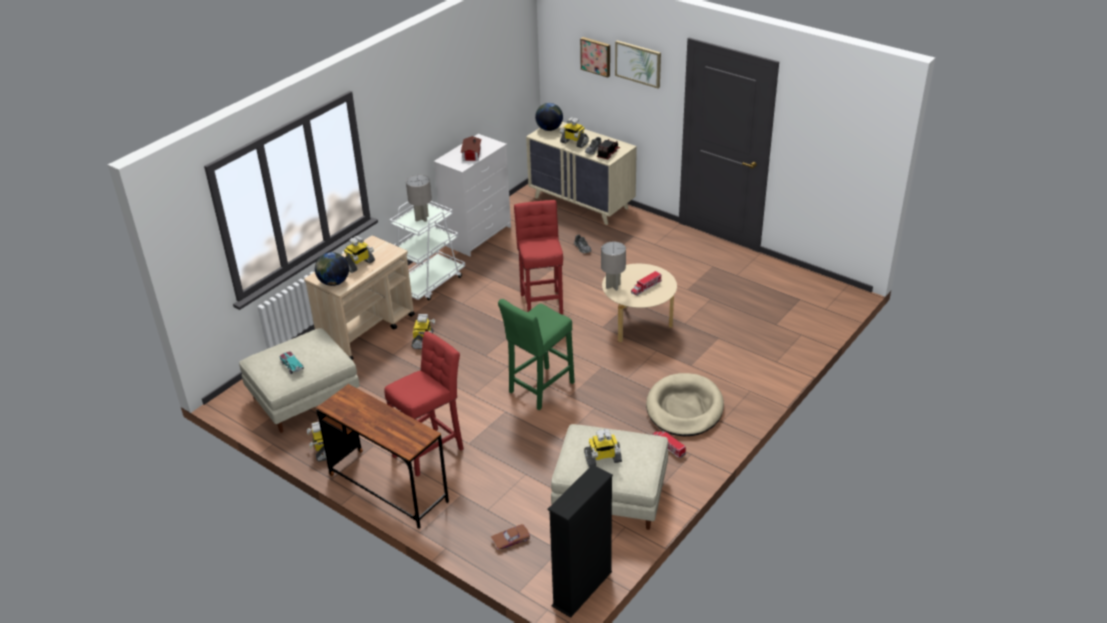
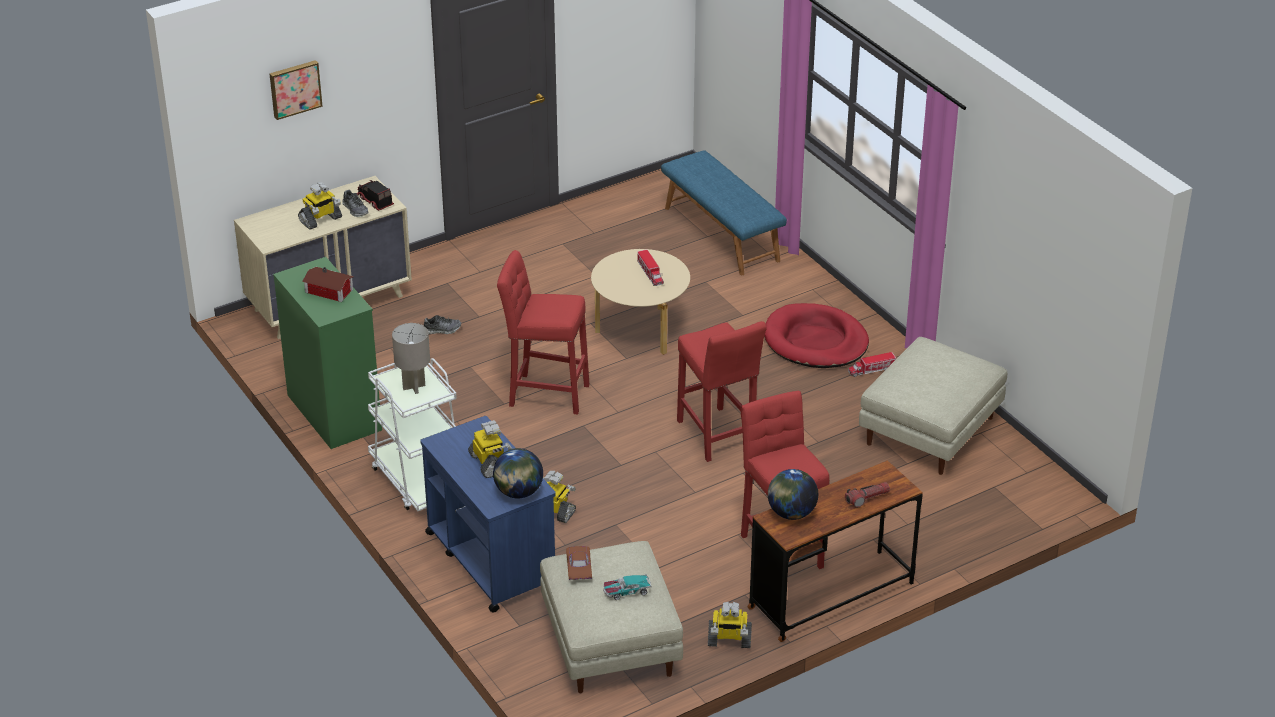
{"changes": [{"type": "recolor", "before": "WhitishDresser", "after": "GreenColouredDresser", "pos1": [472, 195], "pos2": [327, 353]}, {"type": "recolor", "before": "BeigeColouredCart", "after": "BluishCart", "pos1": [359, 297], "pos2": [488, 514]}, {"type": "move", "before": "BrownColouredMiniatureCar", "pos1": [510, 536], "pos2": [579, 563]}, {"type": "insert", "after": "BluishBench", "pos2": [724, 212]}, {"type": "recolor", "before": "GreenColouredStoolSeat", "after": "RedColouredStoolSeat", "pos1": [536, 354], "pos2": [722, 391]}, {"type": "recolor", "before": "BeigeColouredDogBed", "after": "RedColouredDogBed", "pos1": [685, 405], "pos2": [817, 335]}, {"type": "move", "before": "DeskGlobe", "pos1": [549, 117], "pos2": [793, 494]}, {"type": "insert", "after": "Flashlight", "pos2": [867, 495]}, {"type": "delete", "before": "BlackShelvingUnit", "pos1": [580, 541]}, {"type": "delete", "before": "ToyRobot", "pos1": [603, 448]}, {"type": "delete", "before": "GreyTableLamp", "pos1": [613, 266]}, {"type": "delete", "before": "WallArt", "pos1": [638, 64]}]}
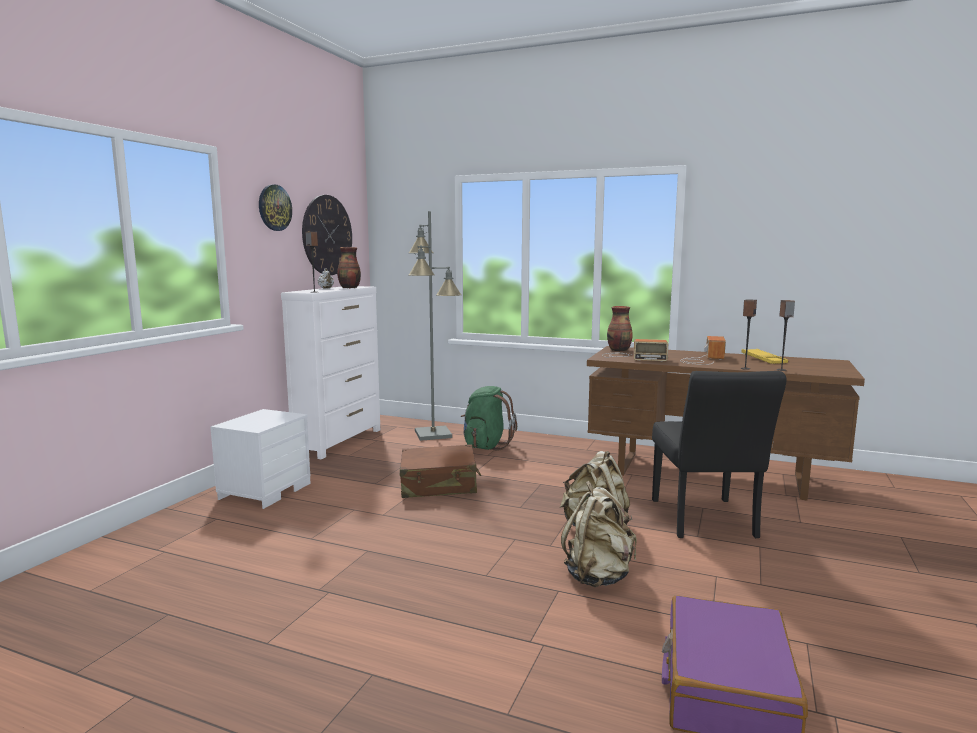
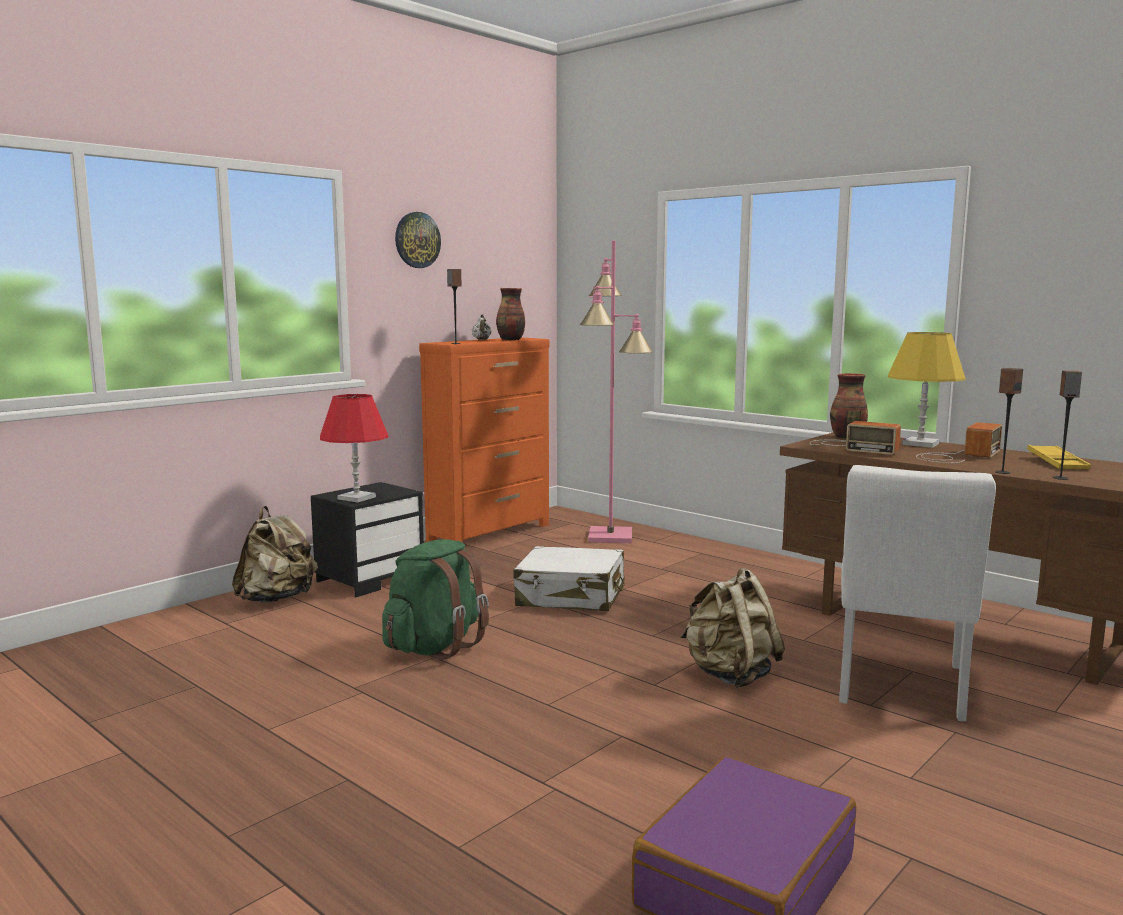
{"changes": [{"type": "move", "before": "BeigeColouredKnapsack", "pos1": [599, 534], "pos2": [275, 554]}, {"type": "recolor", "before": "WhitishNightstand", "after": "BlackNightstand", "pos1": [260, 459], "pos2": [367, 539]}, {"type": "insert", "after": "RedColouredTableLamp", "pos2": [354, 448]}, {"type": "move", "before": "GreenColouredKnapsack", "pos1": [489, 418], "pos2": [435, 599]}, {"type": "recolor", "before": "WhitishDresser", "after": "OrangeyDresser", "pos1": [330, 372], "pos2": [484, 440]}, {"type": "recolor", "before": "BrownColouredPieceOfLuggage", "after": "WhitishPieceOfLuggage", "pos1": [440, 471], "pos2": [569, 578]}, {"type": "recolor", "before": "GreyStandardLamp", "after": "PinkColouredStandardLamp", "pos1": [435, 326], "pos2": [616, 391]}, {"type": "recolor", "before": "BlackPlainChair", "after": "WhitishPlainChair", "pos1": [719, 454], "pos2": [917, 593]}, {"type": "insert", "after": "YellowTableLamp", "pos2": [926, 390]}, {"type": "delete", "before": "HangingClock", "pos1": [327, 235]}]}
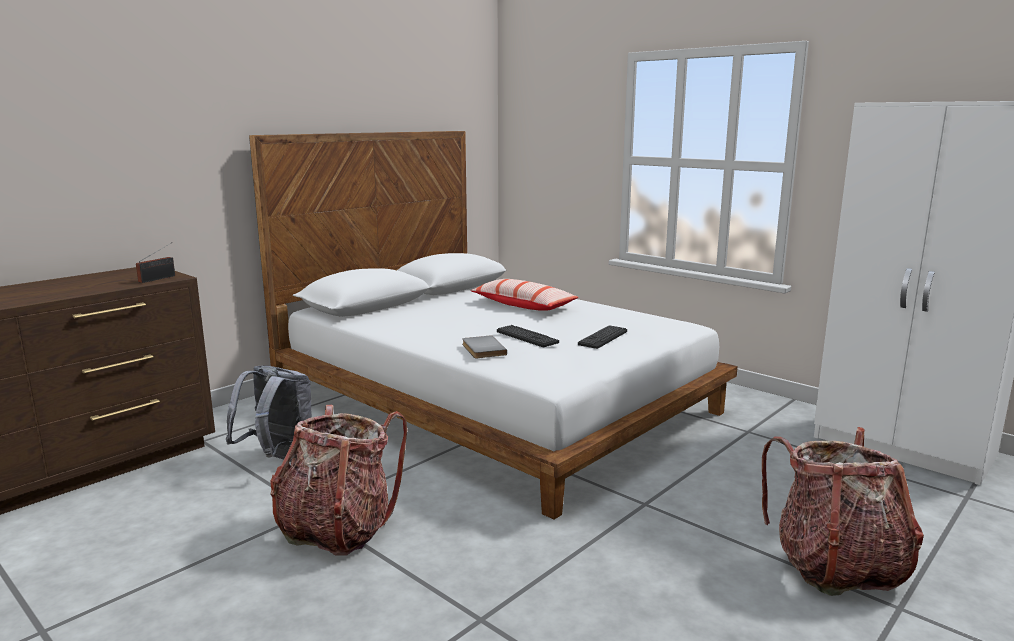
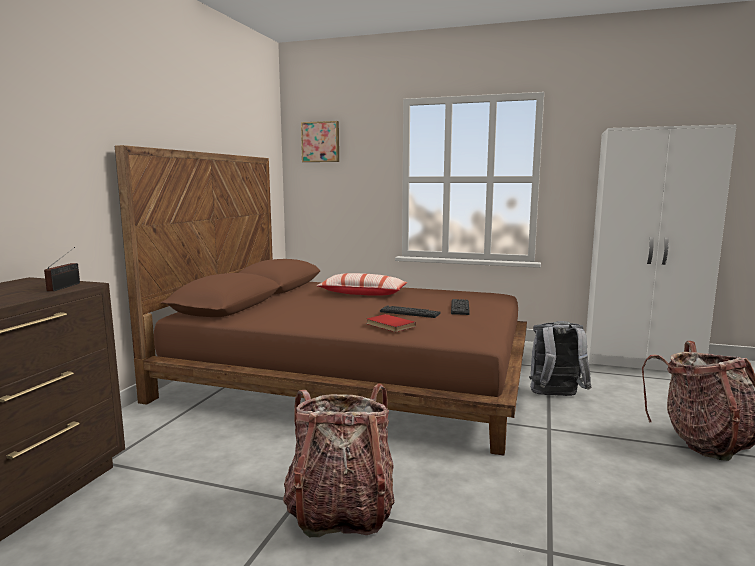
{"changes": [{"type": "recolor", "before": "WhitishBed", "after": "BrownColouredBed", "pos1": [493, 325], "pos2": [321, 300]}, {"type": "insert", "after": "WallArt", "pos2": [320, 141]}, {"type": "recolor", "before": "GreyBook", "after": "RedColouredBook", "pos1": [484, 346], "pos2": [391, 323]}, {"type": "move", "before": "GreyKnapsack", "pos1": [269, 414], "pos2": [560, 358]}]}
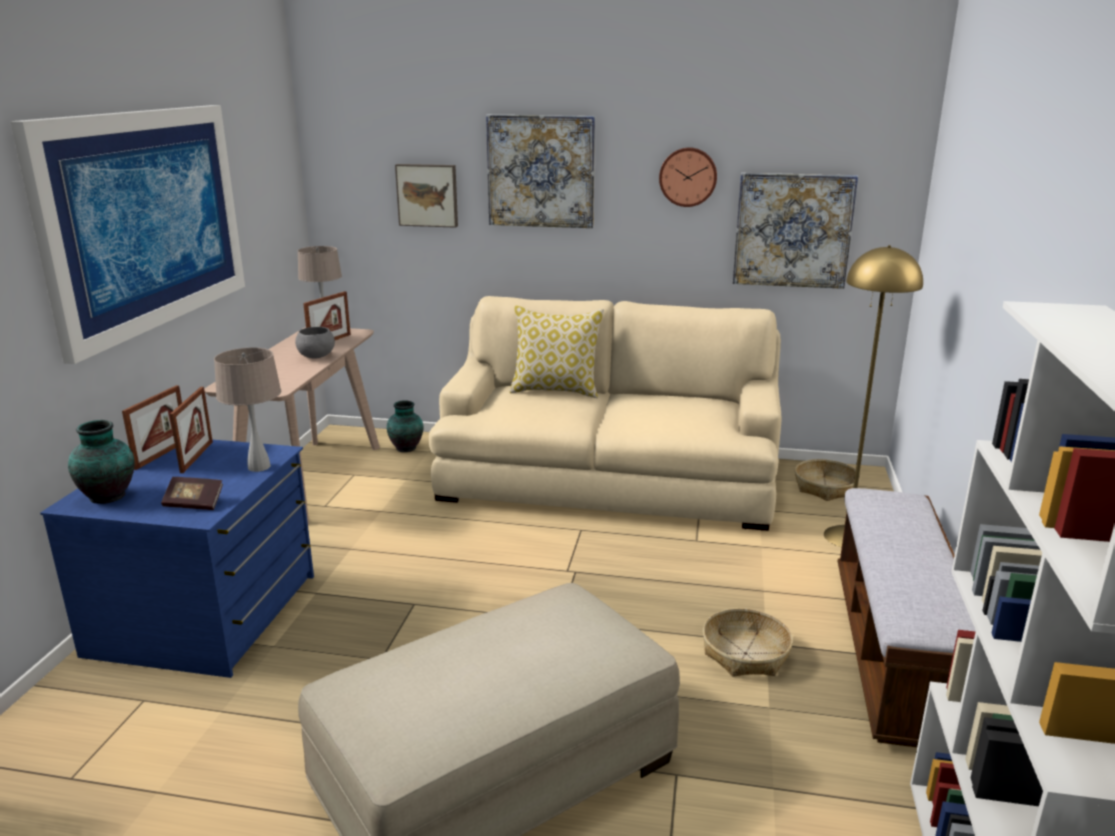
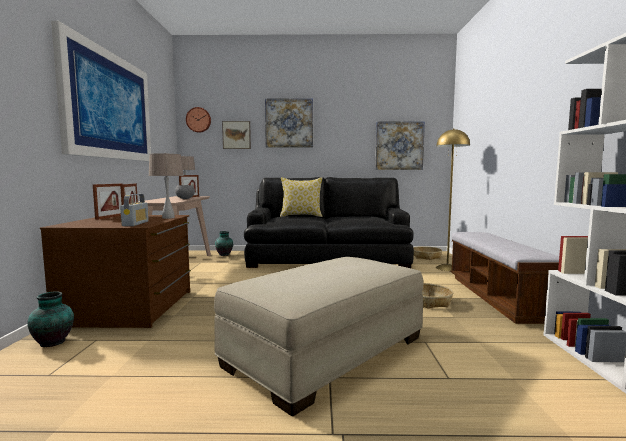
{"changes": [{"type": "move", "before": "Vase", "pos1": [101, 462], "pos2": [50, 319]}, {"type": "recolor", "before": "BluishDresser", "after": "BrownColouredDresser", "pos1": [177, 559], "pos2": [115, 271]}, {"type": "replace", "before": "Book", "after": "Radio", "pos1": [192, 493], "pos2": [134, 210]}, {"type": "move", "before": "HangingClock", "pos1": [688, 177], "pos2": [198, 120]}, {"type": "recolor", "before": "BeigeColouredSofa", "after": "BlackSofa", "pos1": [605, 413], "pos2": [329, 222]}]}
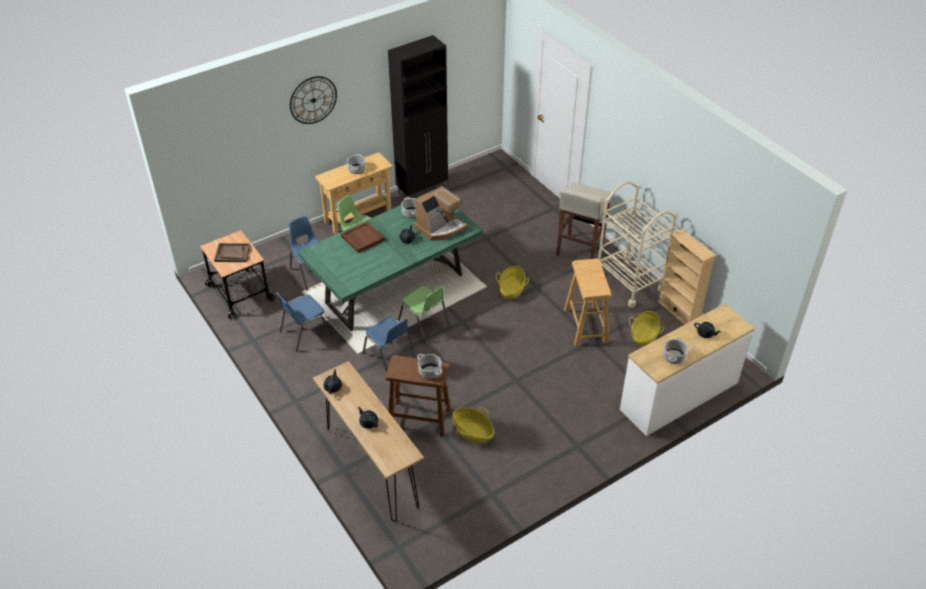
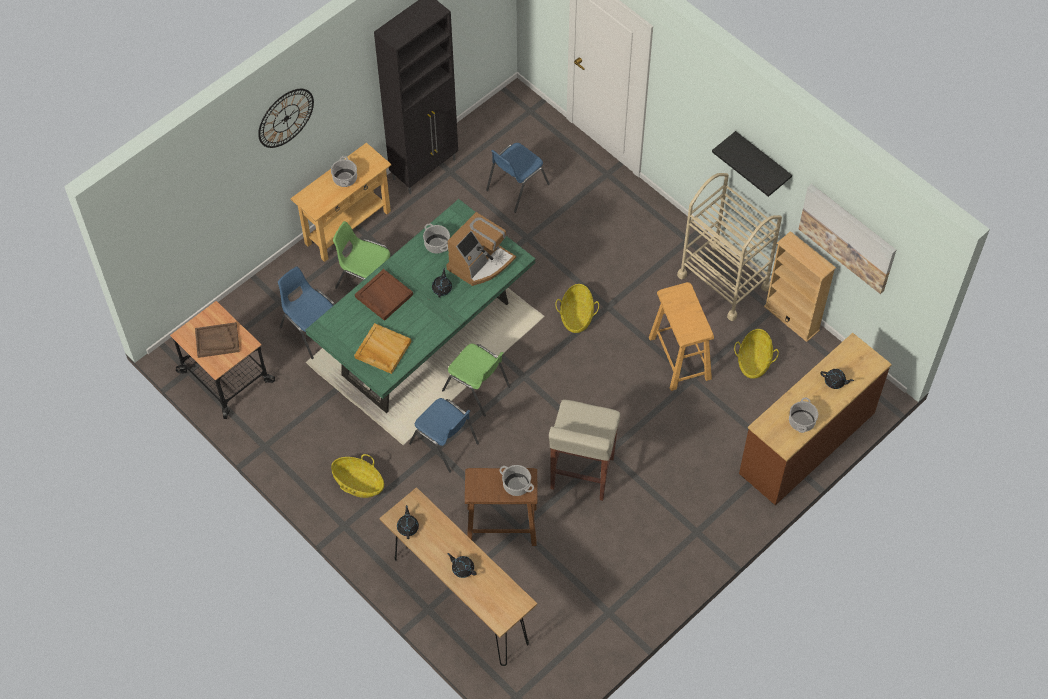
{"changes": [{"type": "move", "before": "Basket", "pos1": [473, 425], "pos2": [357, 476]}, {"type": "insert", "after": "BeigeColouredTray", "pos2": [383, 348]}, {"type": "move", "before": "BluishPlainChair", "pos1": [304, 322], "pos2": [518, 178]}, {"type": "move", "before": "BeigeColouredStoolSeat", "pos1": [584, 221], "pos2": [584, 450]}, {"type": "insert", "after": "BlackBracketShelf", "pos2": [752, 164]}, {"type": "recolor", "before": "WhitishDresser", "after": "BrownColouredDresser", "pos1": [687, 369], "pos2": [815, 419]}, {"type": "insert", "after": "WallArt", "pos2": [847, 239]}]}
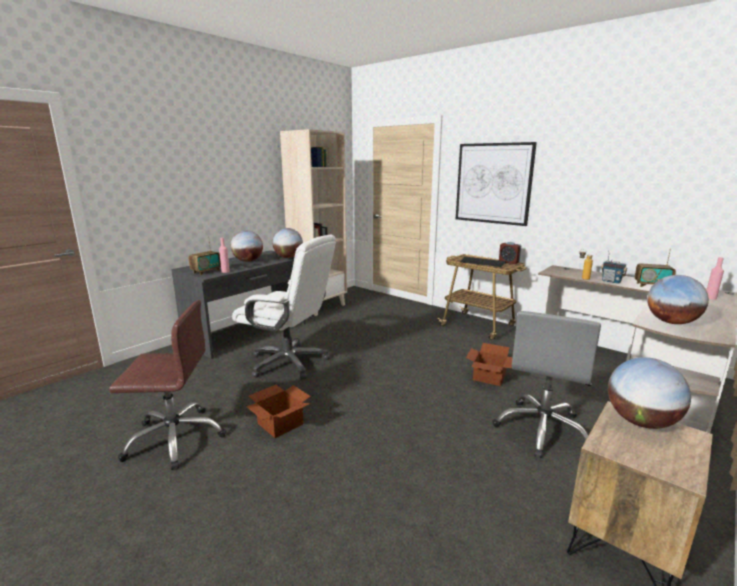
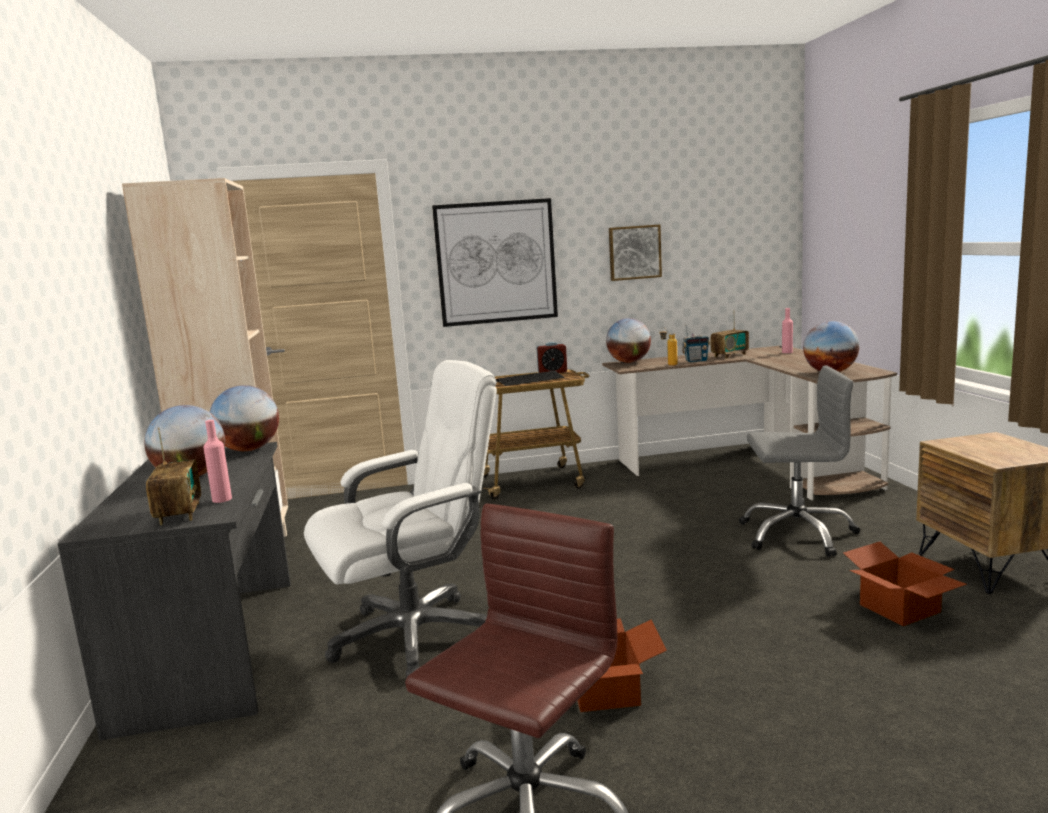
{"changes": [{"type": "move", "before": "DeskGlobe", "pos1": [649, 393], "pos2": [628, 340]}, {"type": "insert", "after": "WallArt", "pos2": [635, 253]}, {"type": "rotate", "before": "GreyDeskChair", "pos1": [547, 384], "pos2": [799, 461], "turn": -60}, {"type": "move", "before": "CardboardBox", "pos1": [489, 364], "pos2": [905, 584]}]}
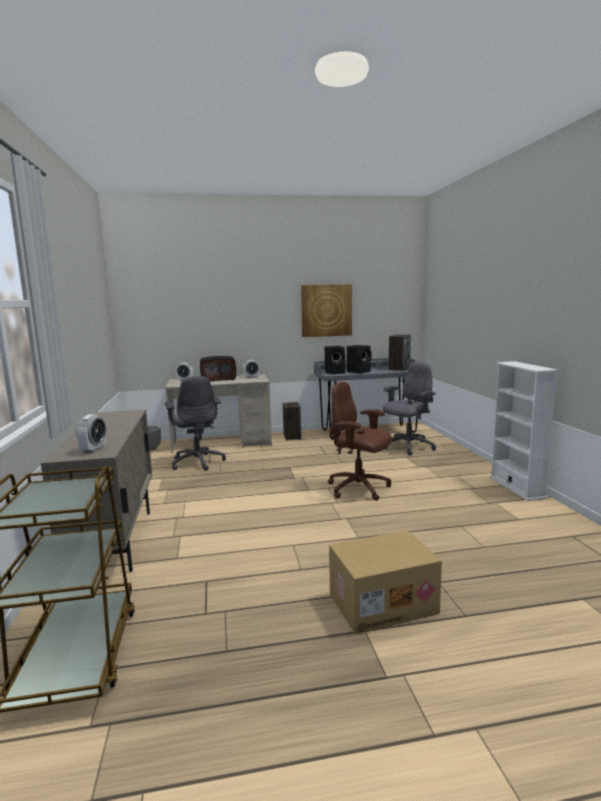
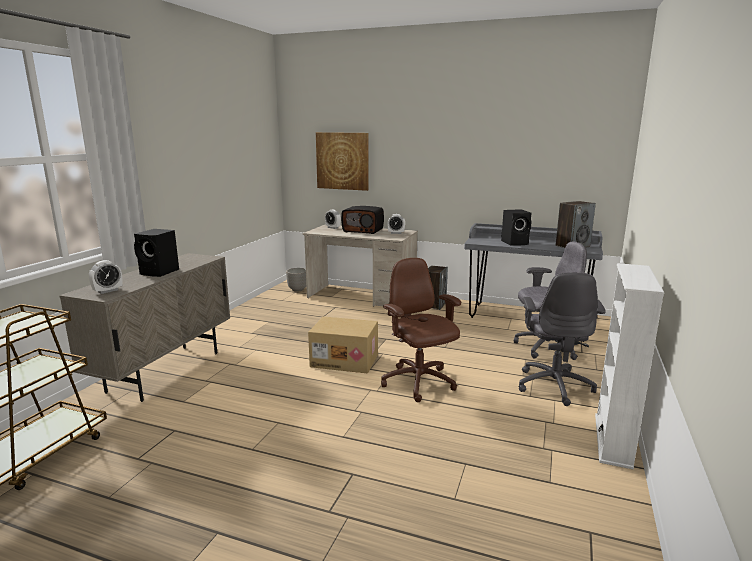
{"changes": [{"type": "move", "before": "BlackLoudspeaker", "pos1": [335, 360], "pos2": [156, 253]}, {"type": "move", "before": "CardboardBox", "pos1": [385, 582], "pos2": [343, 345]}, {"type": "move", "before": "WallArt", "pos1": [326, 310], "pos2": [342, 161]}, {"type": "move", "before": "GreyDeskChair", "pos1": [195, 423], "pos2": [562, 339]}]}
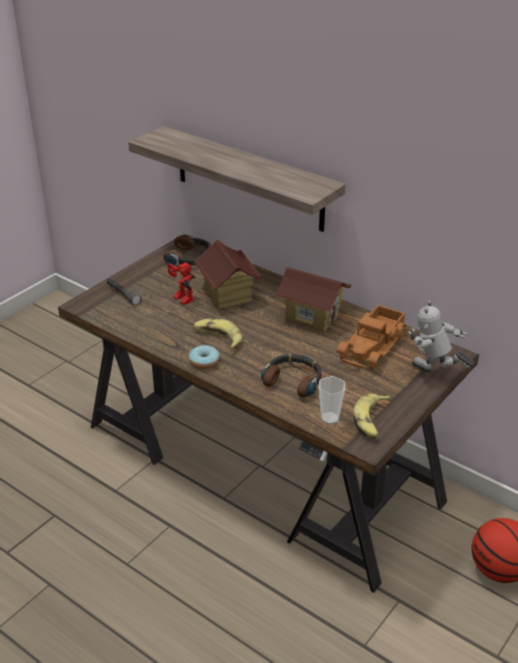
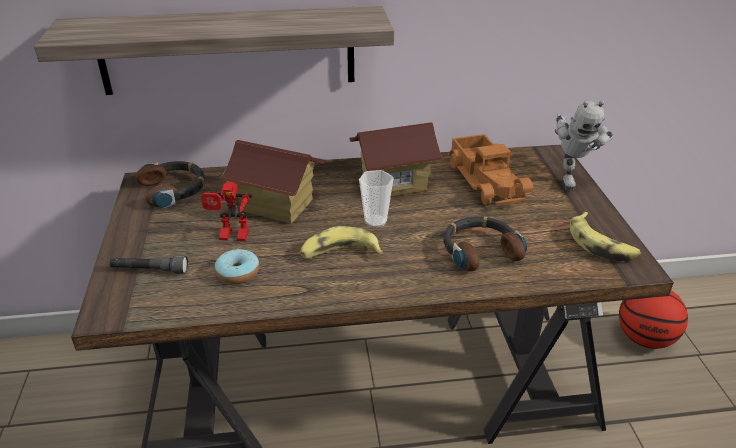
{"changes": [{"type": "move", "before": "RingDoughnut", "pos1": [204, 357], "pos2": [237, 266]}, {"type": "move", "before": "Cup", "pos1": [331, 400], "pos2": [376, 199]}, {"type": "rotate", "before": "ToyRobot", "pos1": [441, 336], "pos2": [584, 145], "turn": -75}]}
